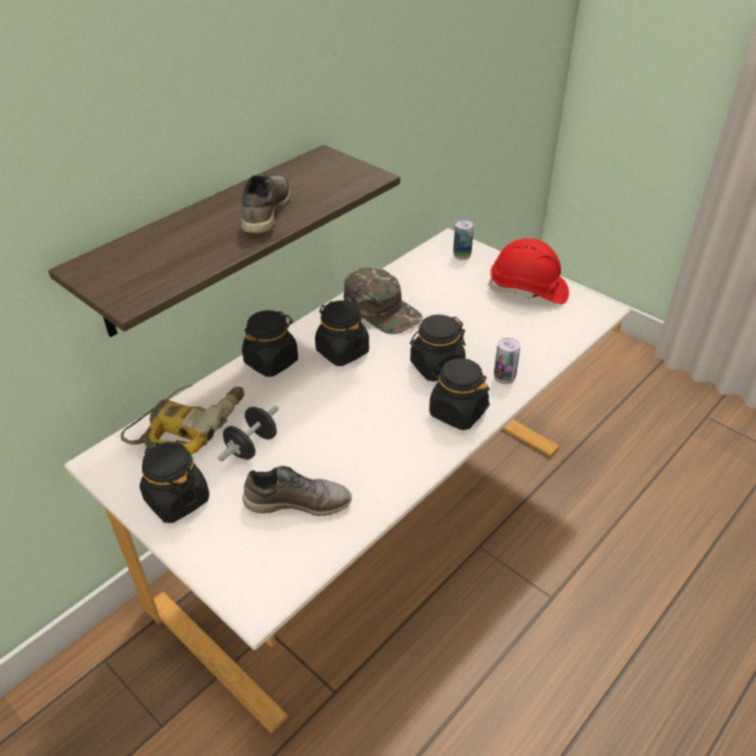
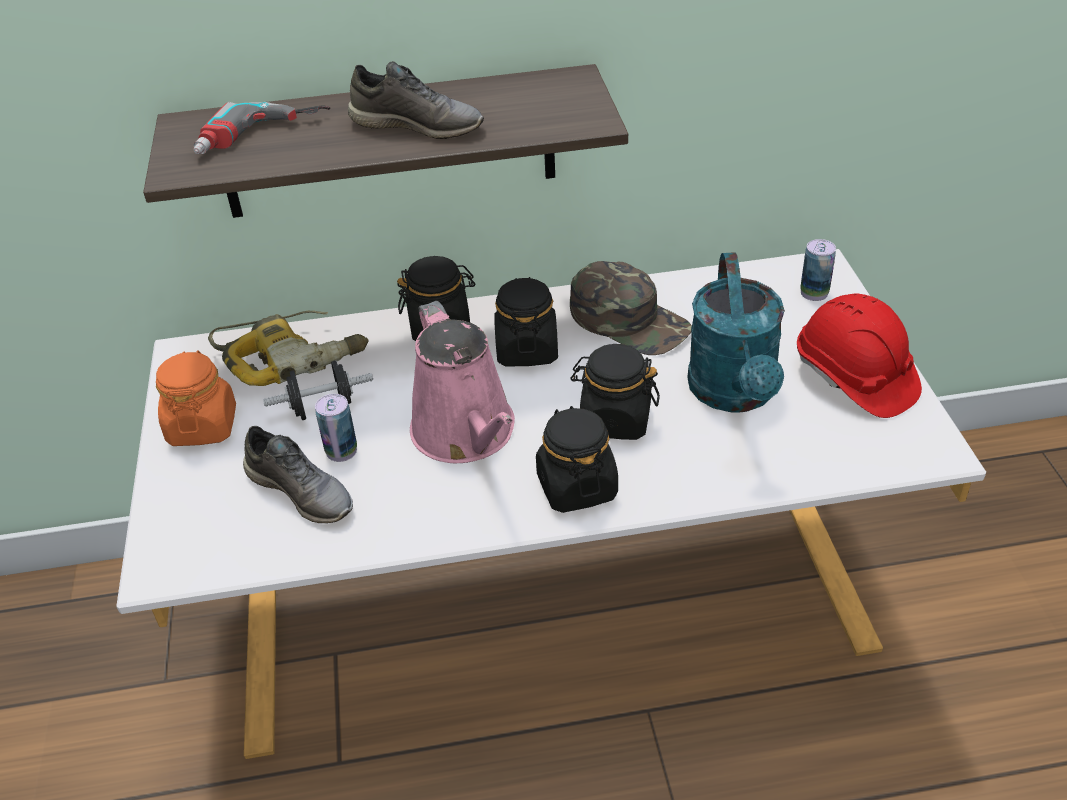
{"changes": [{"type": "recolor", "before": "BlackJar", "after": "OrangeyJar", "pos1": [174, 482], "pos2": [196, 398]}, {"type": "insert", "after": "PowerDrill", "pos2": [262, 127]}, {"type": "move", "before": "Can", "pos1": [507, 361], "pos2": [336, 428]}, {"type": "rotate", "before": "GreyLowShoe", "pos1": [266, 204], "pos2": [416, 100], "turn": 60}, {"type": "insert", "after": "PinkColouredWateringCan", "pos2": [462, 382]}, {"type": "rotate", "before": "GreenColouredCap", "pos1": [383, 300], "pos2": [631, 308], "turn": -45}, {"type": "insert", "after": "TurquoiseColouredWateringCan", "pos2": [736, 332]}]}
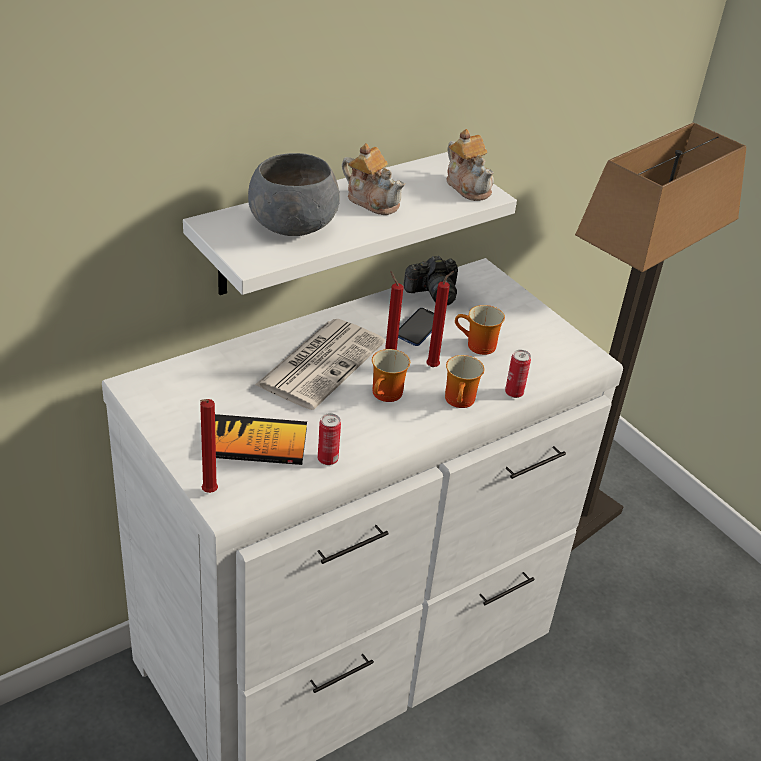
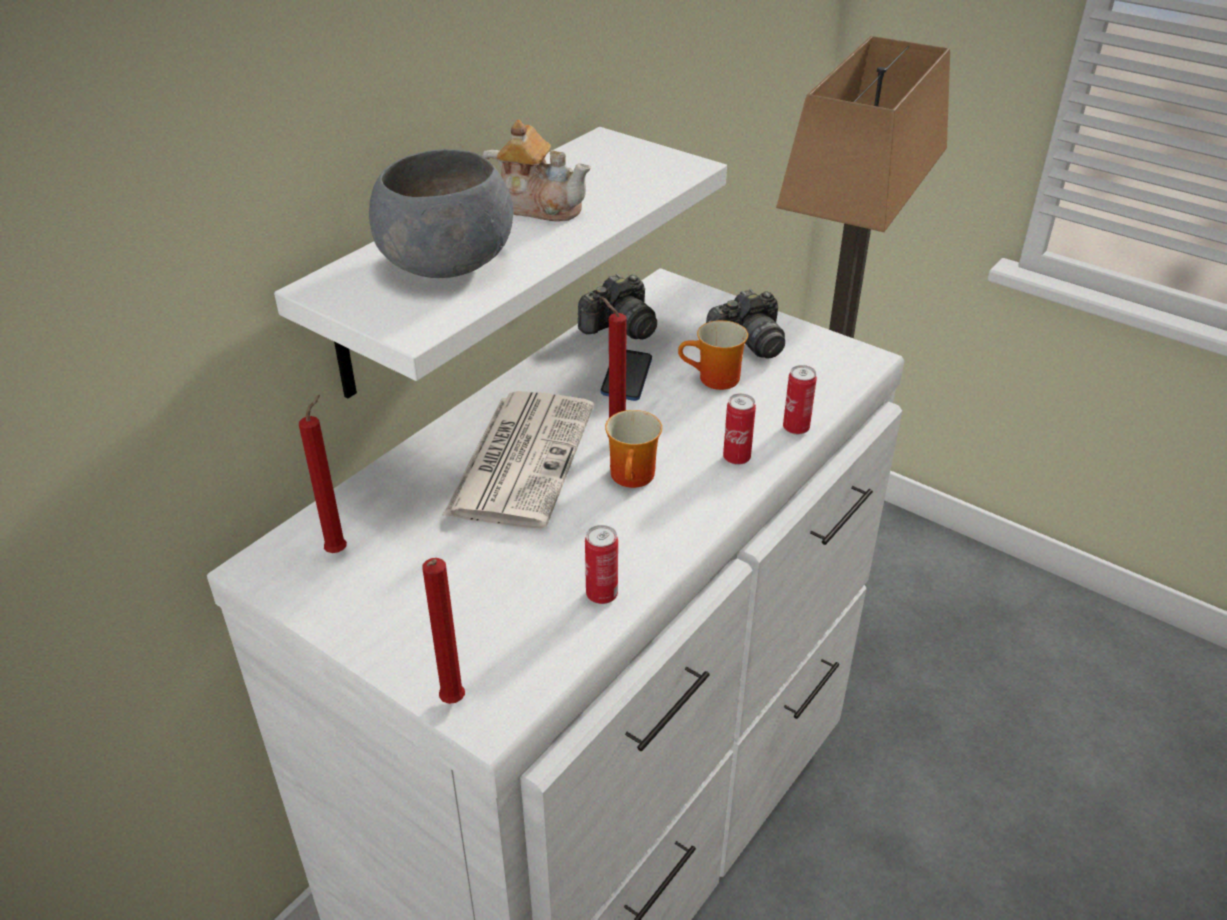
{"changes": [{"type": "move", "before": "RedColouredWaxLight", "pos1": [440, 319], "pos2": [323, 474]}, {"type": "insert", "after": "StillCamera", "pos2": [745, 324]}, {"type": "replace", "before": "TeaMug", "after": "Can", "pos1": [465, 381], "pos2": [739, 429]}, {"type": "delete", "before": "Book", "pos1": [261, 439]}, {"type": "delete", "before": "TeaPot", "pos1": [470, 165]}]}
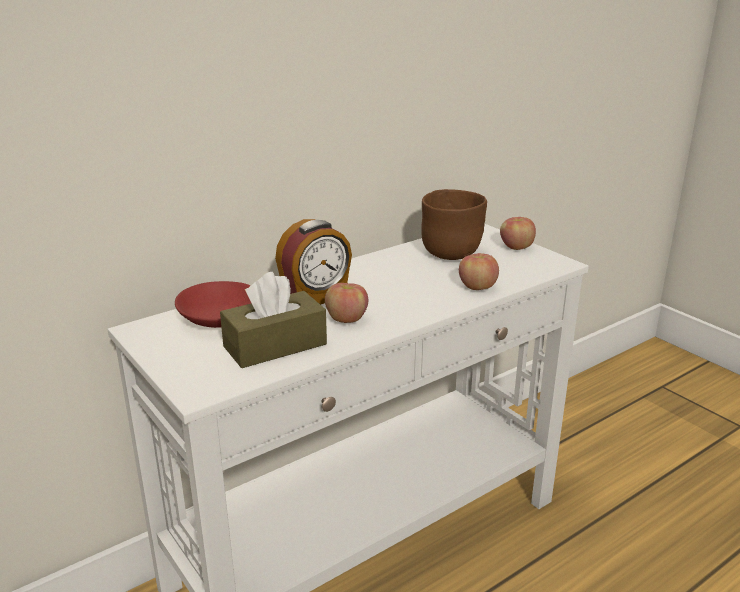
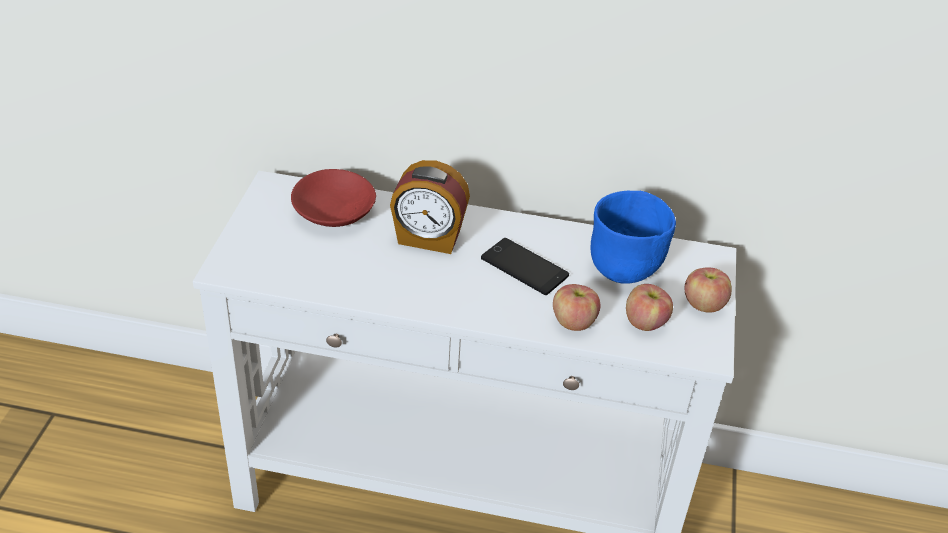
{"changes": [{"type": "insert", "after": "Phone", "pos2": [525, 266]}, {"type": "recolor", "before": "BrownColouredServingBowl", "after": "BluishServingBowl", "pos1": [454, 224], "pos2": [633, 237]}, {"type": "move", "before": "WholeApple", "pos1": [346, 303], "pos2": [649, 307]}, {"type": "delete", "before": "BrownColouredBoxOfTissues", "pos1": [273, 320]}]}
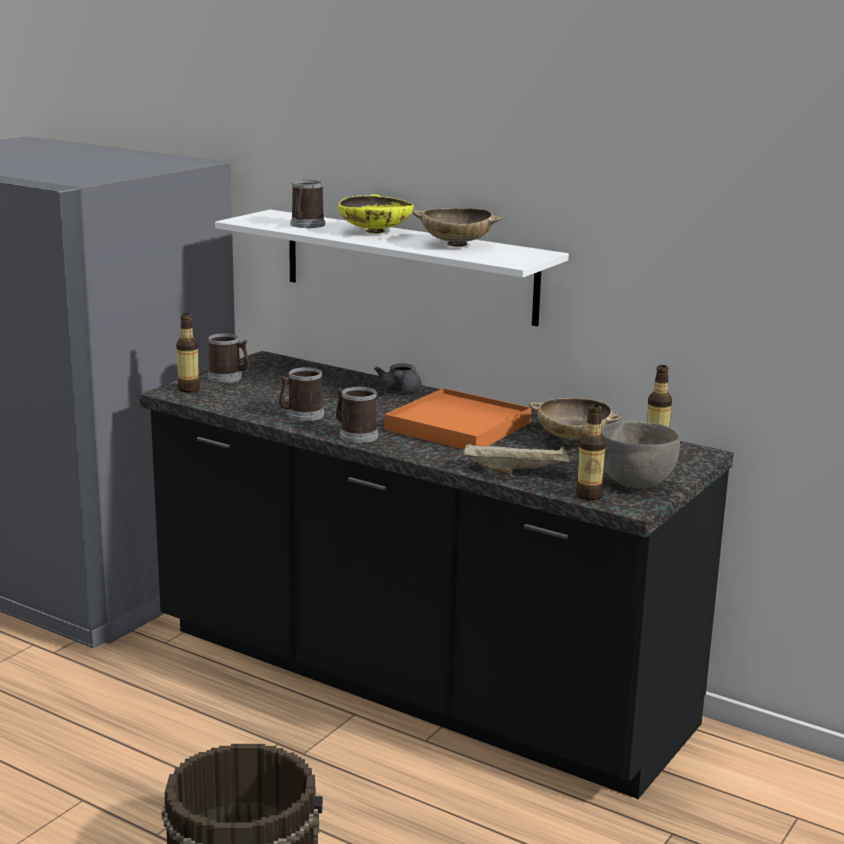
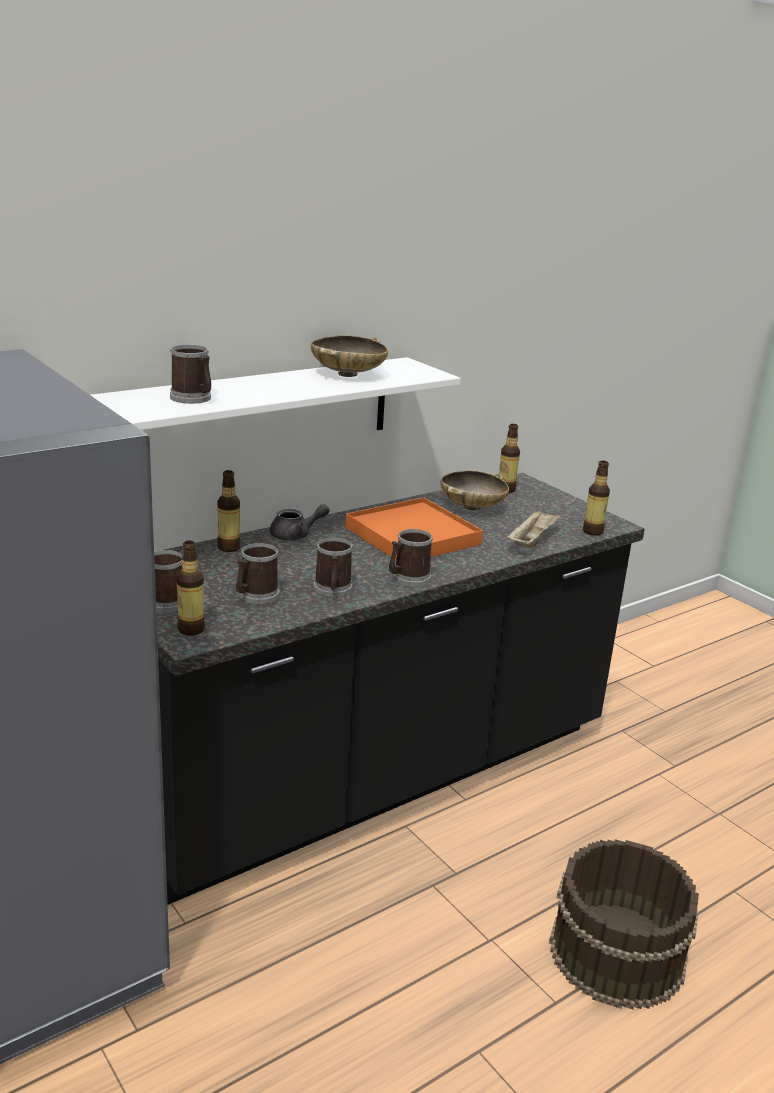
{"changes": [{"type": "insert", "after": "DrinkBottle", "pos2": [229, 511]}, {"type": "insert", "after": "TeaMug", "pos2": [257, 573]}, {"type": "rotate", "before": "GreyTeaPot", "pos1": [398, 378], "pos2": [300, 522], "turn": -45}, {"type": "delete", "before": "YellowServingBowl", "pos1": [376, 214]}, {"type": "delete", "before": "GreyServingBowl", "pos1": [640, 455]}]}
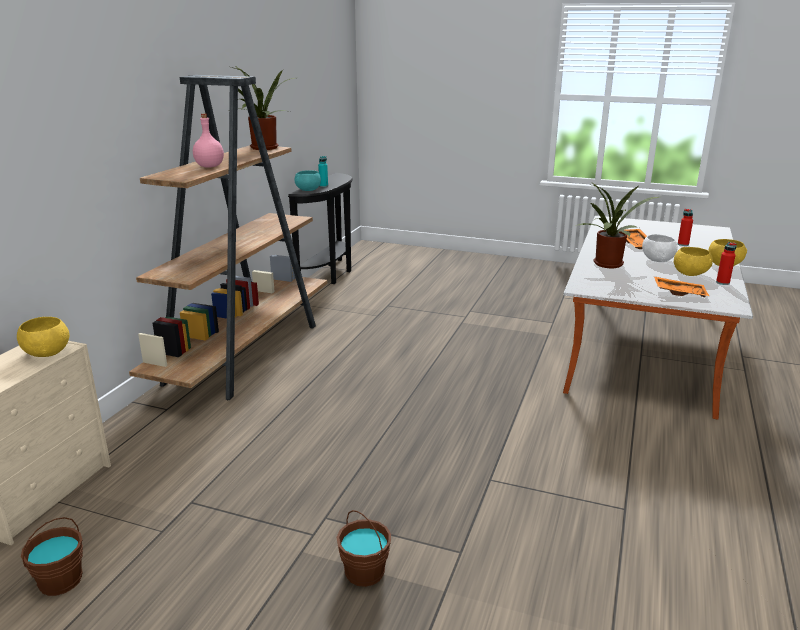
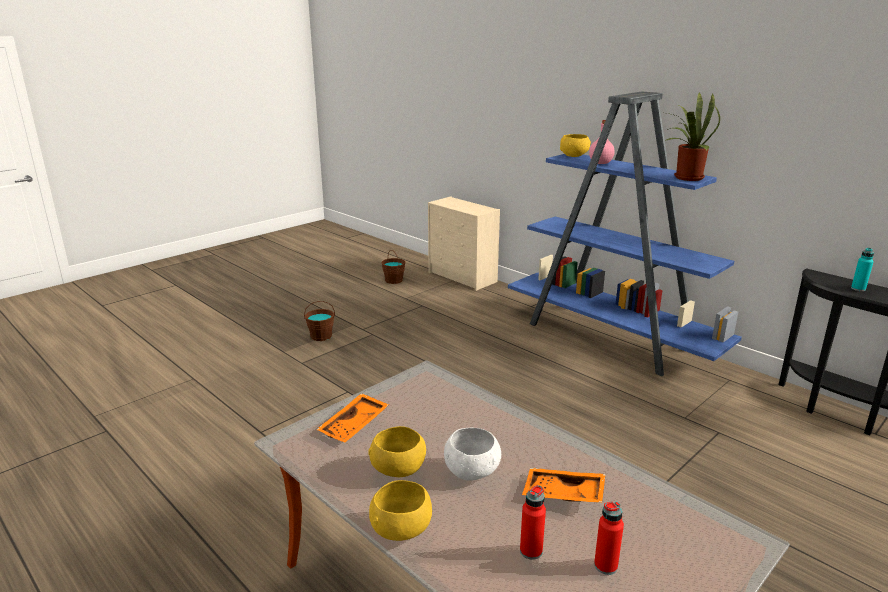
{"changes": [{"type": "recolor", "before": "BrownColouredShelvingUnit", "after": "BluishShelvingUnit", "pos1": [228, 237], "pos2": [625, 233]}, {"type": "move", "before": "YellowServingBowl", "pos1": [43, 337], "pos2": [575, 145]}, {"type": "move", "before": "RedColouredDrinkBottle", "pos1": [726, 263], "pos2": [609, 538]}, {"type": "delete", "before": "TurquoiseColouredServingBowl", "pos1": [308, 180]}, {"type": "delete", "before": "PottedPlant", "pos1": [617, 224]}]}
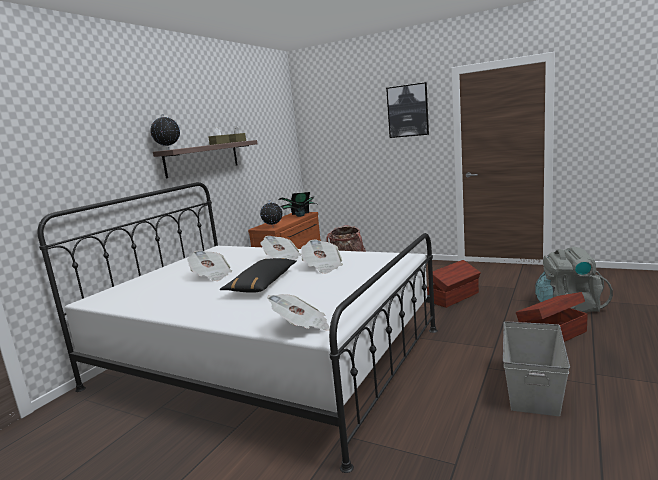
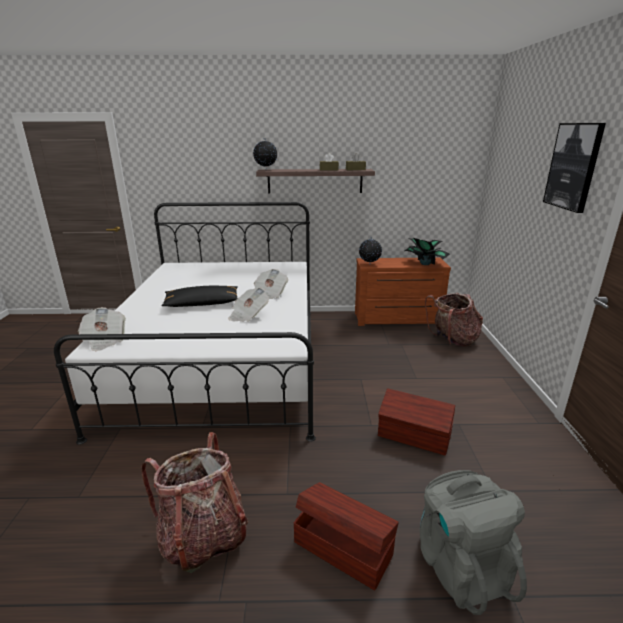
{"changes": [{"type": "replace", "before": "GreyStorageBin", "after": "Knapsack", "pos1": [536, 368], "pos2": [194, 502]}, {"type": "delete", "before": "PrintedPaper", "pos1": [209, 265]}]}
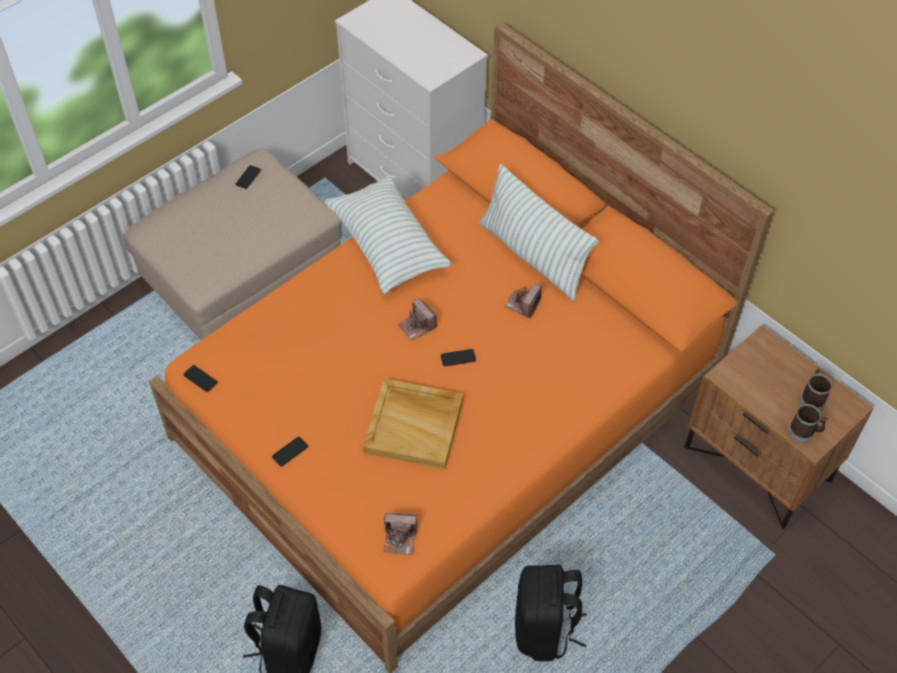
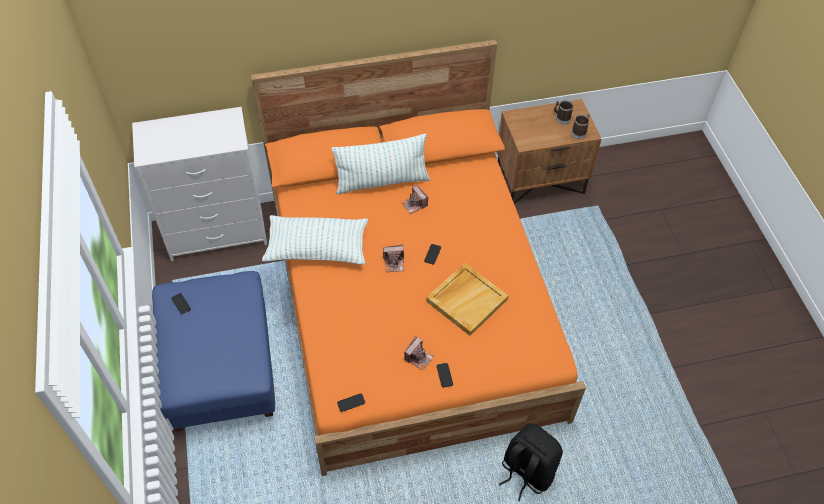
{"changes": [{"type": "recolor", "before": "BeigeColouredPouffe", "after": "BluishPouffe", "pos1": [232, 244], "pos2": [213, 351]}, {"type": "move", "before": "StillCamera", "pos1": [400, 534], "pos2": [419, 353]}, {"type": "delete", "before": "BlackKnapsack", "pos1": [551, 613]}]}
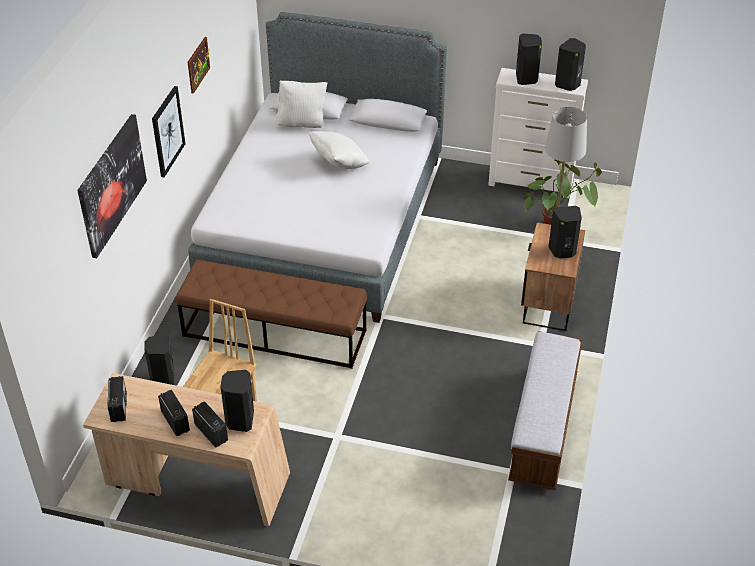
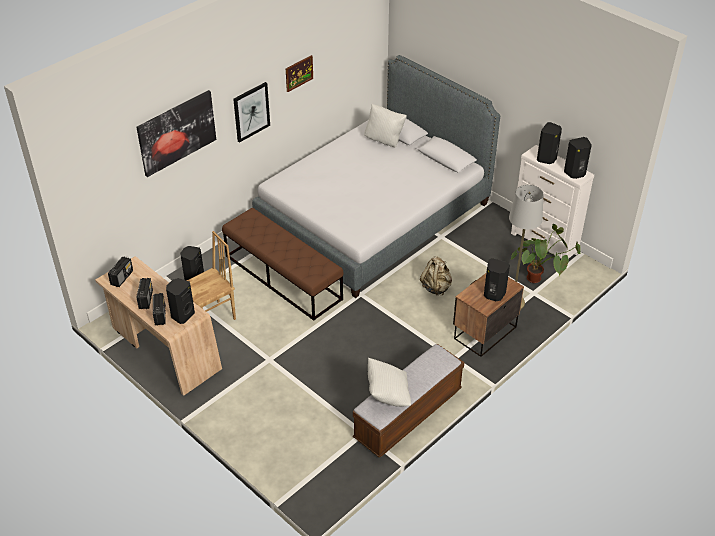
{"changes": [{"type": "move", "before": "WhitishPillow", "pos1": [339, 150], "pos2": [389, 382]}, {"type": "insert", "after": "BeigeColouredKnapsack", "pos2": [436, 275]}]}
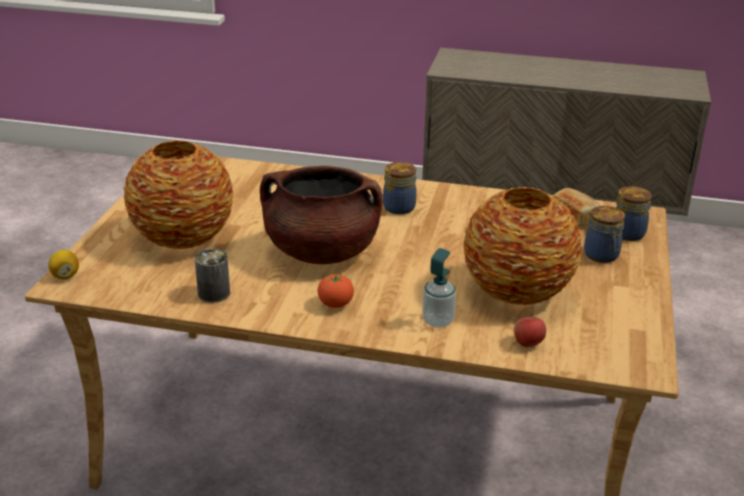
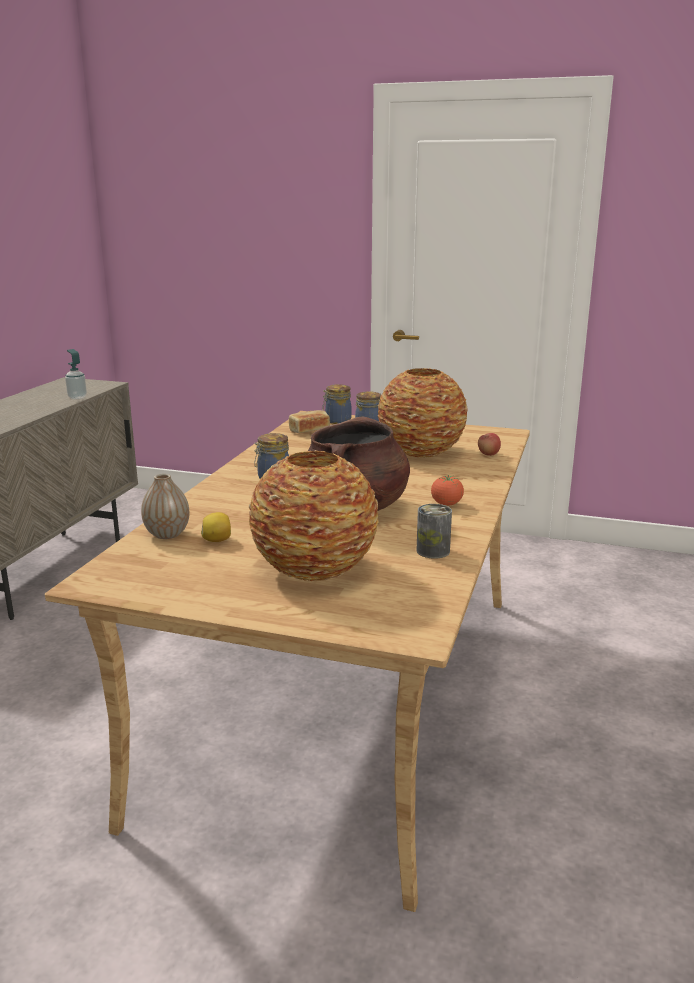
{"changes": [{"type": "move", "before": "SoapDispenser", "pos1": [439, 288], "pos2": [76, 374]}, {"type": "insert", "after": "Vase", "pos2": [165, 506]}, {"type": "move", "before": "Lemon", "pos1": [63, 264], "pos2": [216, 527]}]}
